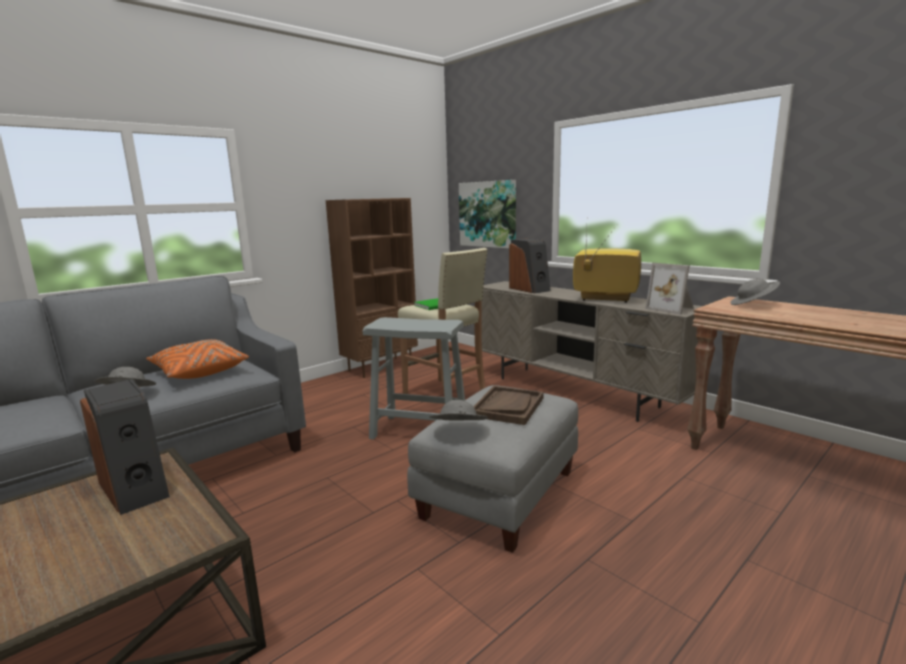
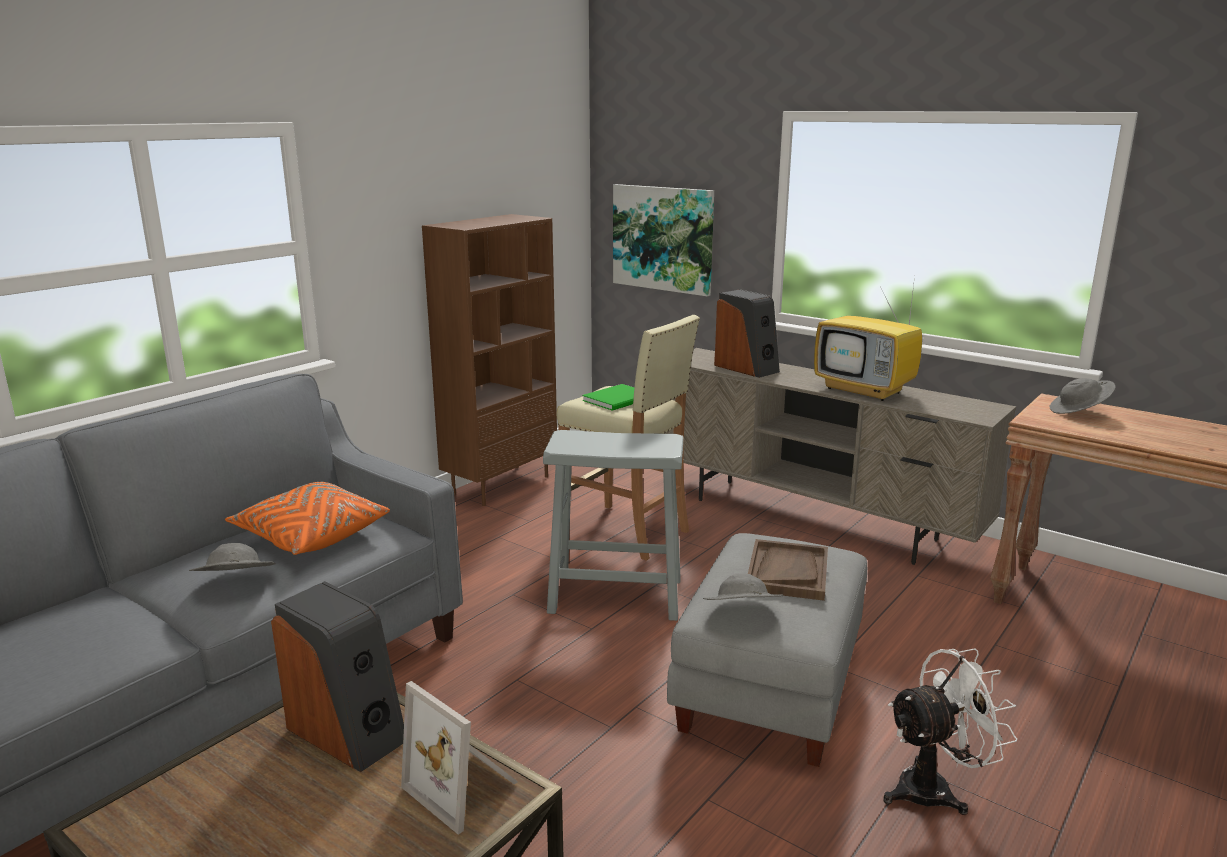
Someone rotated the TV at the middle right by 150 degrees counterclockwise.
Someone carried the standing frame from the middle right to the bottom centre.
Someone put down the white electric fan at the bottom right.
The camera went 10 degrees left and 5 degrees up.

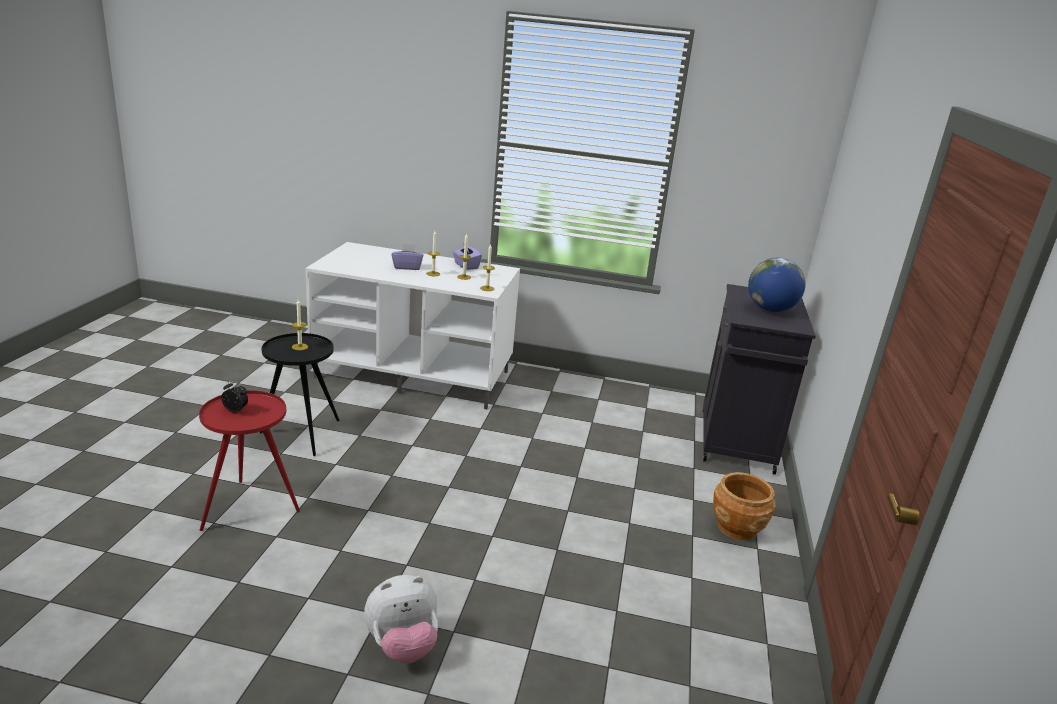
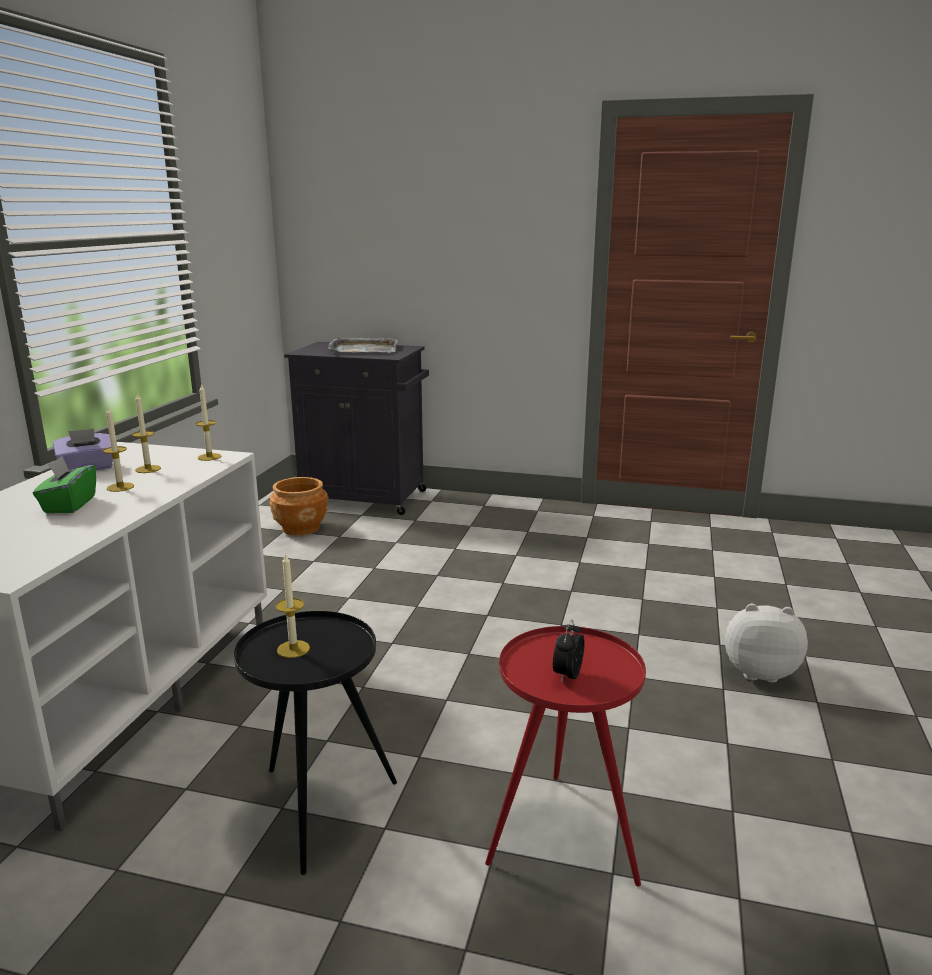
Someone rotated the plush toy at the bottom centre by 60 degrees counterclockwise.
Someone repainted the purple tissue holder (1st from left) at the centre, which became the green-coloured tissue holder at the middle left.
Someone carried the brownish planter from the bottom right to the middle left.
Someone swapped the desk globe at the middle right for the gray serving tray at the centre.
The camera went 85 degrees left and 5 degrees down.

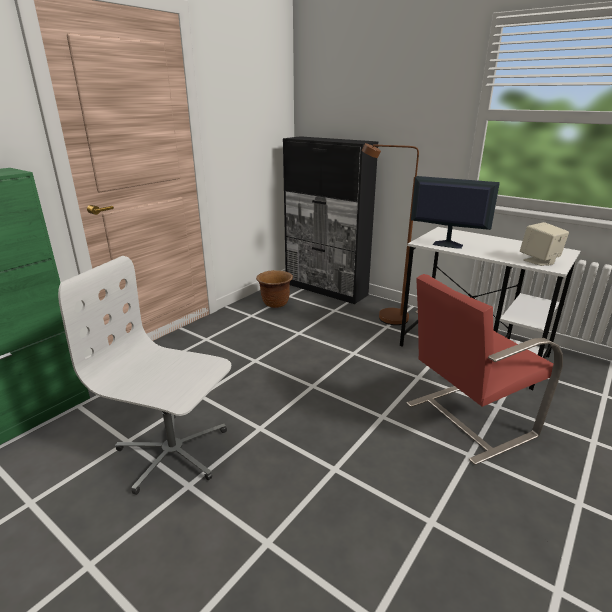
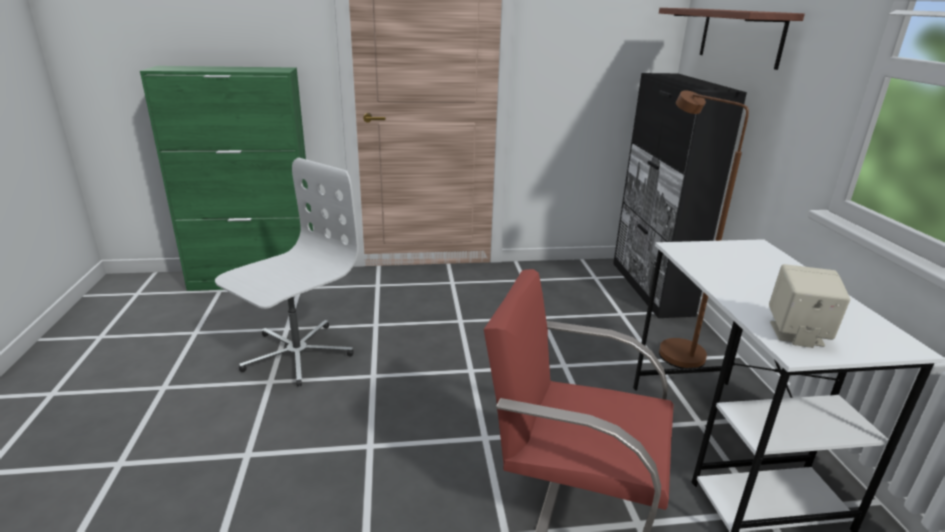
Someone rotated the white computer chair at the middle left by 60 degrees clockwise.
Someone took away the brownish planter at the centre.
Someone took away the monitor at the middle right.
Someone put up the wall shelf at the top right.
The camera went 45 degrees right and 0 degrees up.

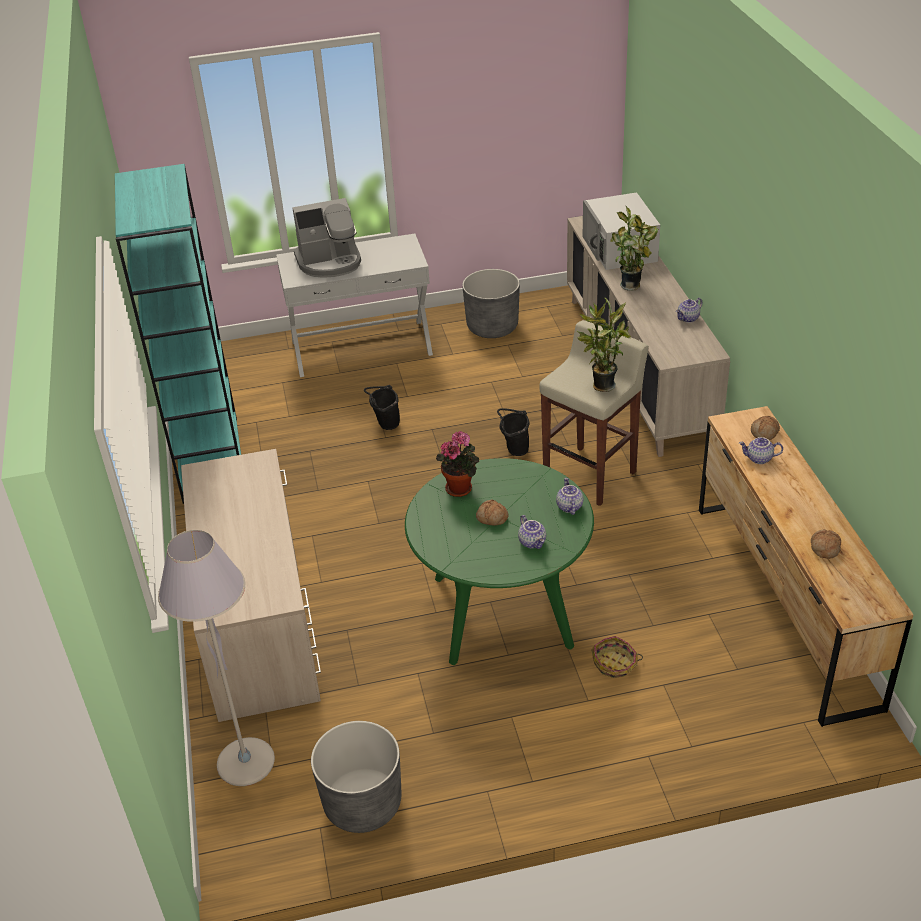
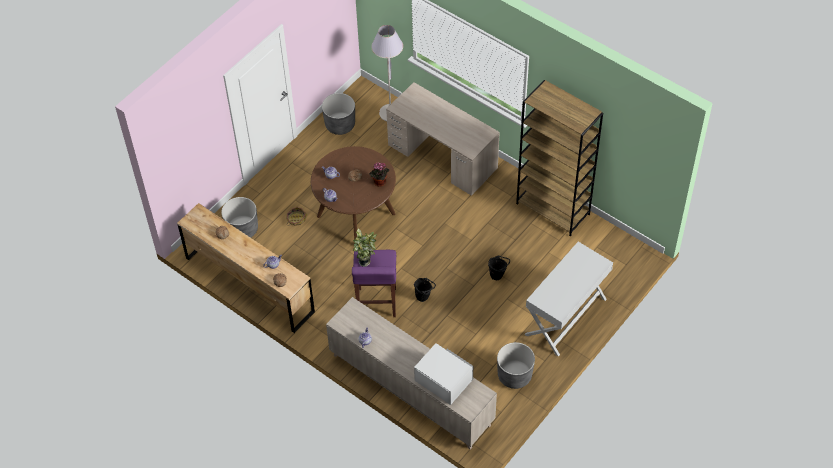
Someone repainted the turquoise bookcase at the middle left, which became the brownish bookcase at the middle right.
Someone took away the coffee maker at the top centre.
Someone repainted the green-coloured dinner table at the centre, which became the brownish dinner table at the centre.
Someone repainted the sand-coloured stool at the centre, which became the purple stool at the centre.
Someone took away the plant in a pot (3rd from left) at the top right.
Someone put down the gray planter (1st from left) at the middle left.
The camera went 140 degrees right and 15 degrees up.

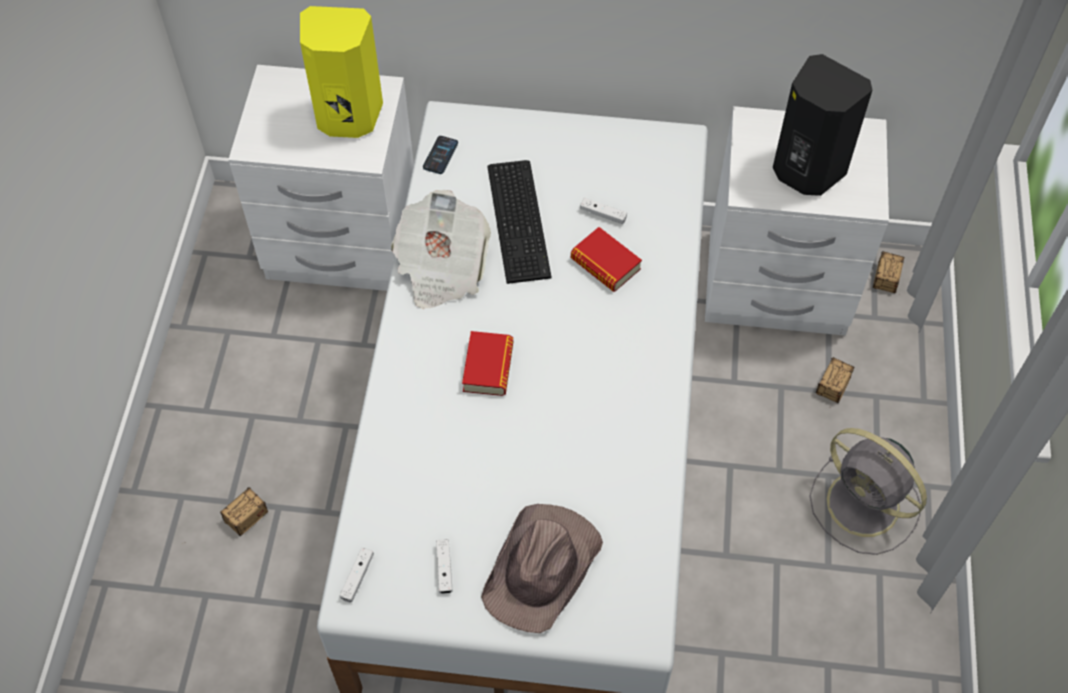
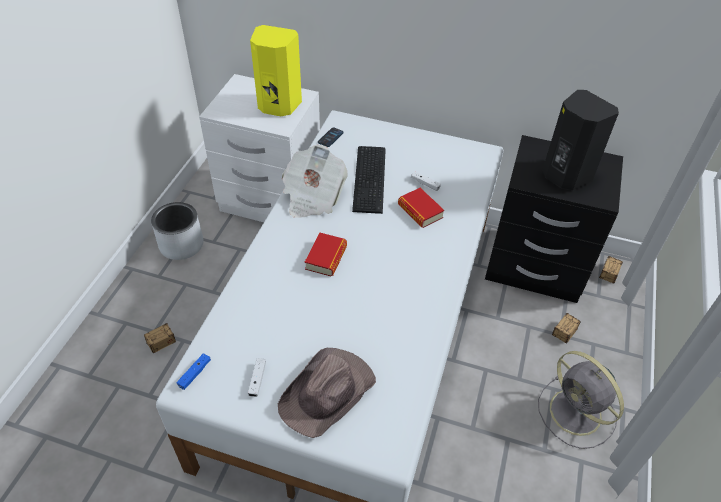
Someone repainted the white gamepad (1st from left) at the bottom centre, which became the bluish gamepad at the bottom left.
Someone repainted the white nightstand (2nd from left) at the top right, which became the black nightstand at the middle right.
Someone put down the gray planter at the middle left.
The camera went 10 degrees right and 10 degrees down.

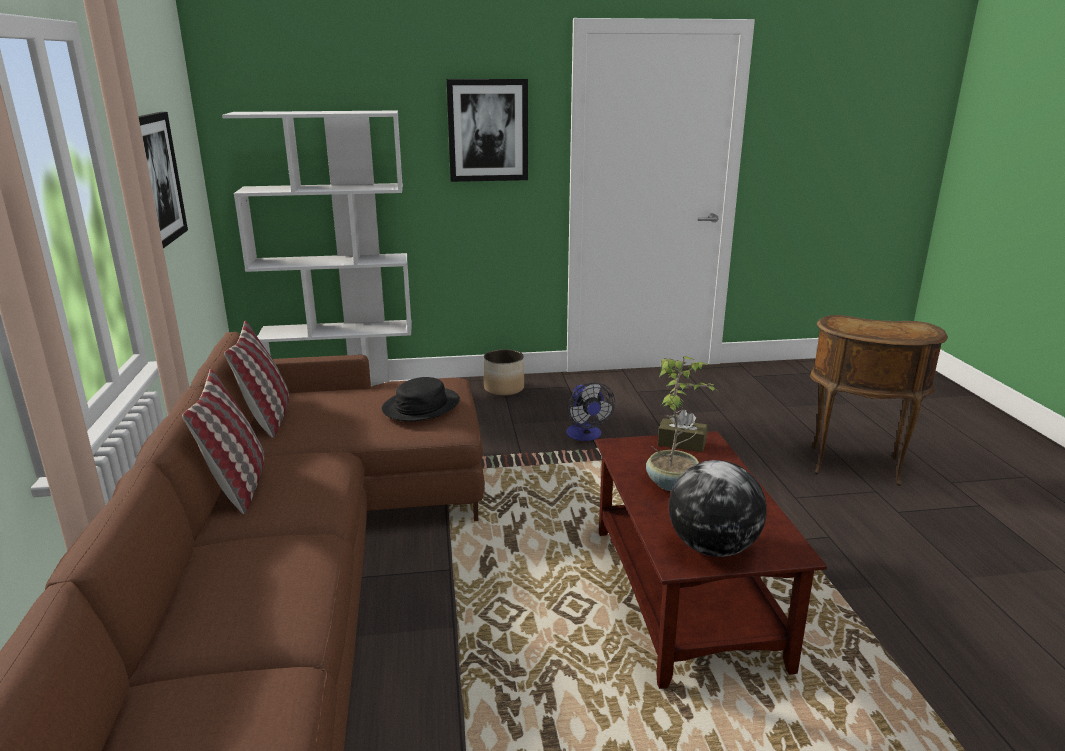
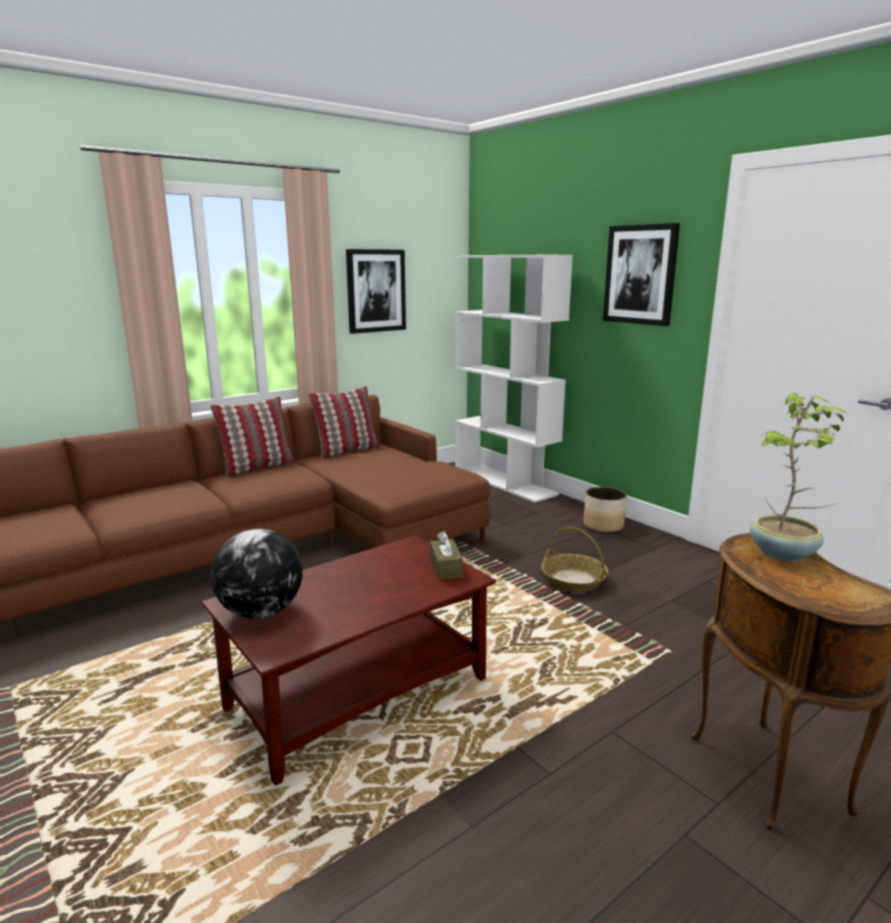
Someone took away the black hat at the centre.
Someone swapped the electric fan at the centre for the household basket at the centre.
Someone carried the plant in a pot from the centre to the middle right.
The camera went 60 degrees right and 5 degrees down.

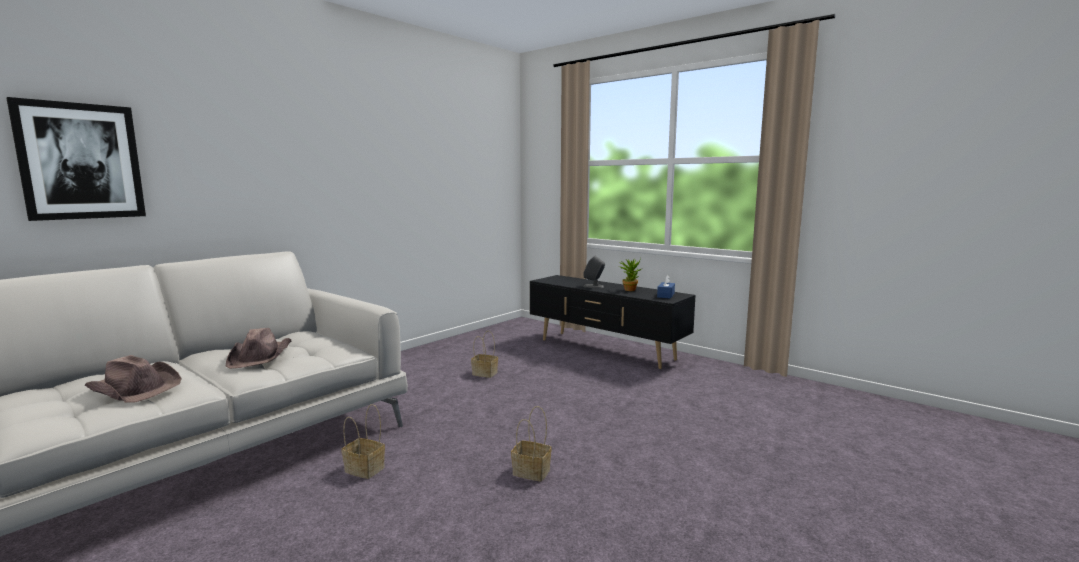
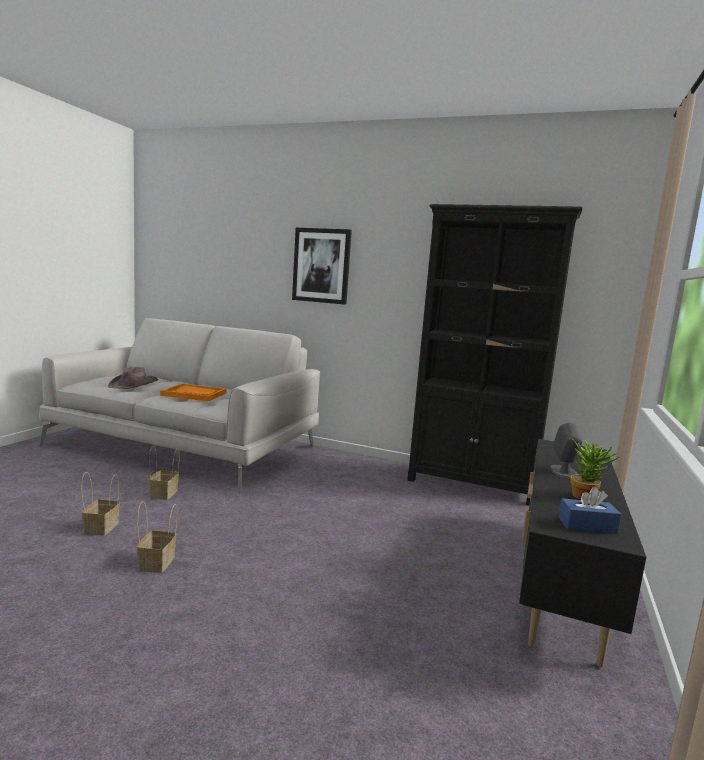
Someone carried the wall picture from the top left to the centre.
Someone swapped the brownish hat (2nd from left) at the middle left for the orange serving tray at the middle left.
Someone carried the household basket (2nd from left in the first image) from the centre to the middle left.
Someone put down the black bookcase at the middle right.
The camera went 70 degrees right and 0 degrees up.

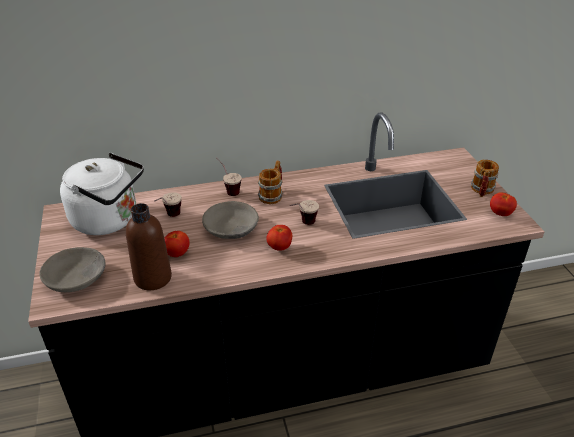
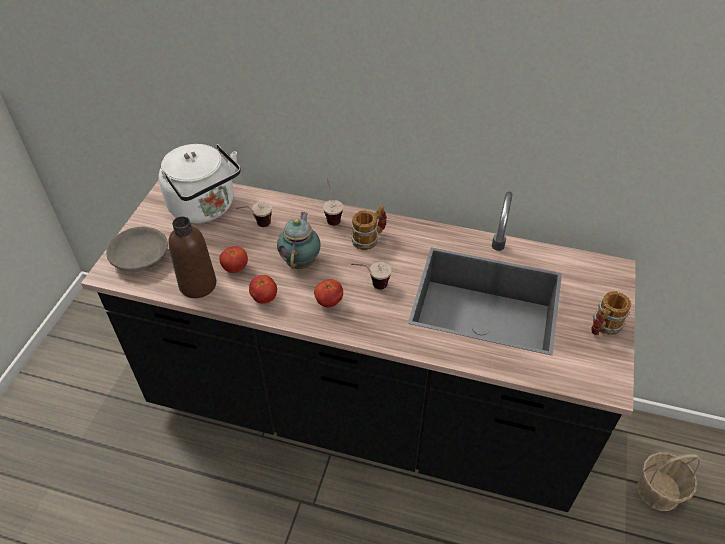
Someone swapped the gray deep dish (2nd from left) at the centre for the tea pot at the centre.
Someone carried the whole tomato (3rd from left in the first image) from the middle right to the centre.
Someone put down the household basket at the bottom right.
The camera went 30 degrees right and 10 degrees up.

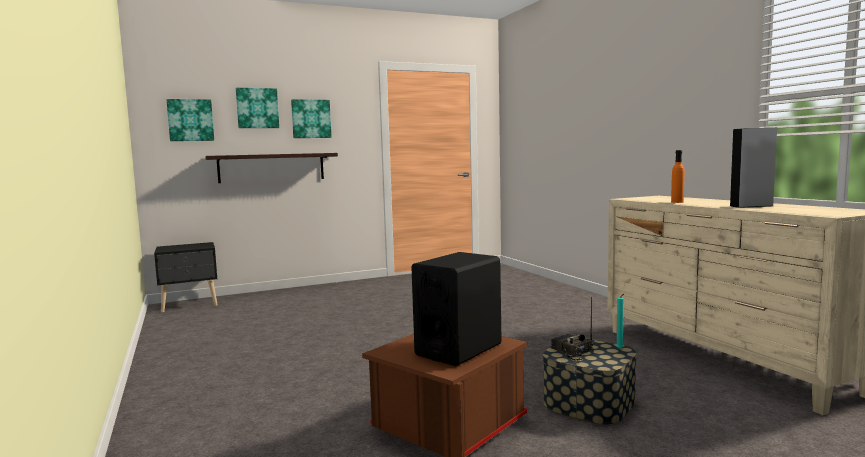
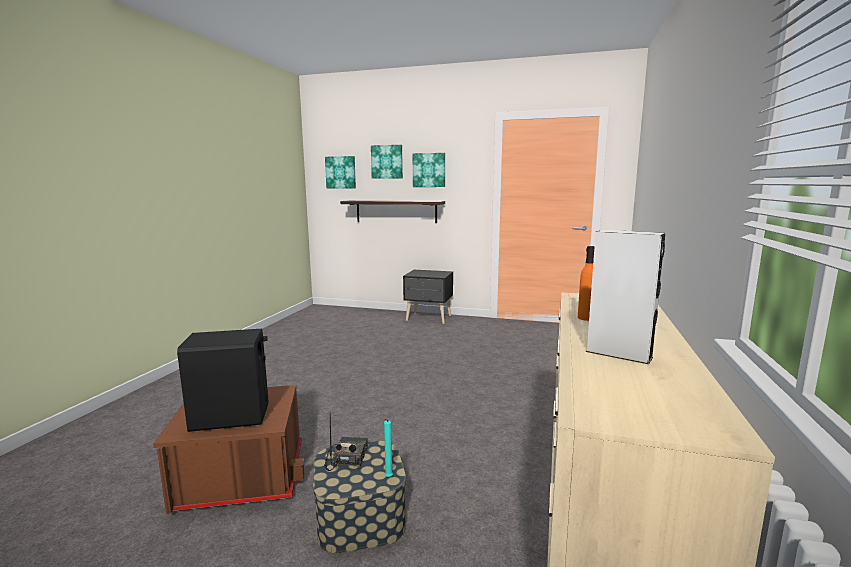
Someone carried the black nightstand from the middle left to the centre.
The camera went 40 degrees right and 5 degrees up.

